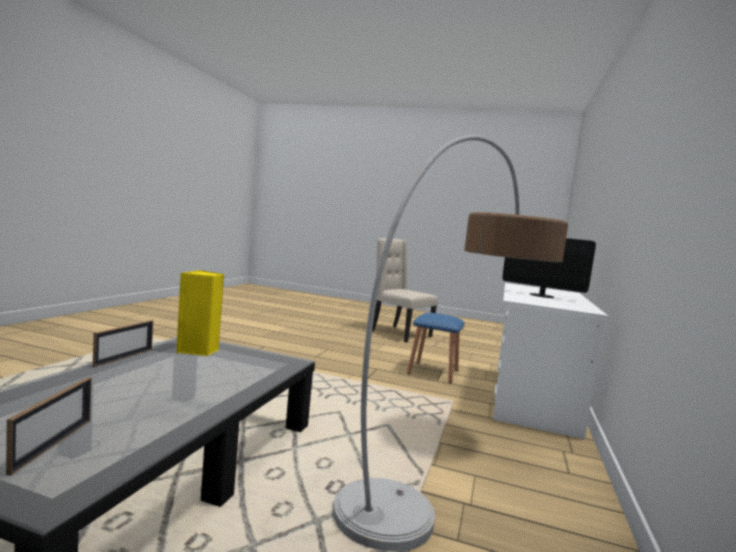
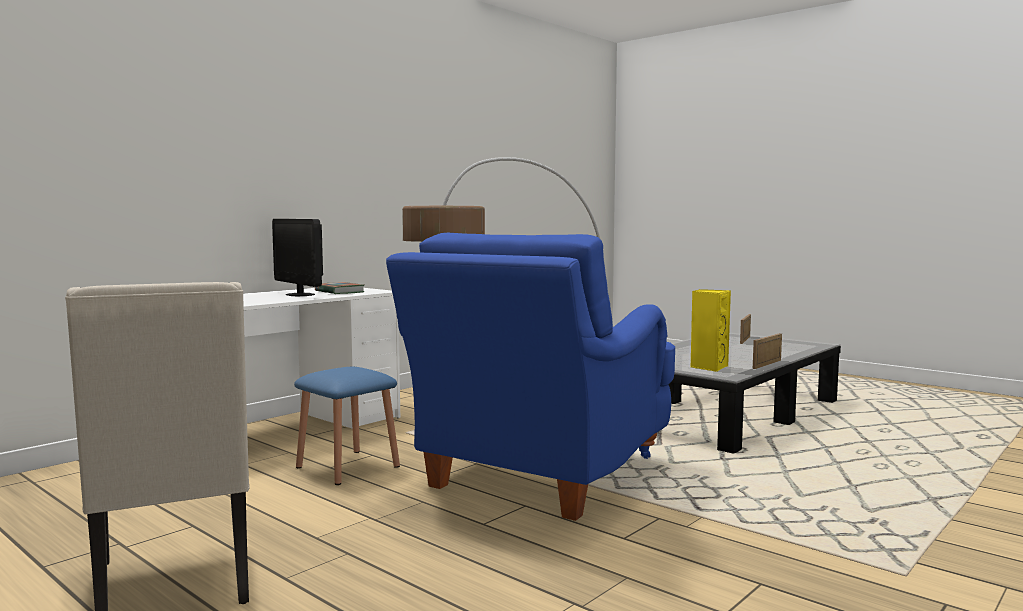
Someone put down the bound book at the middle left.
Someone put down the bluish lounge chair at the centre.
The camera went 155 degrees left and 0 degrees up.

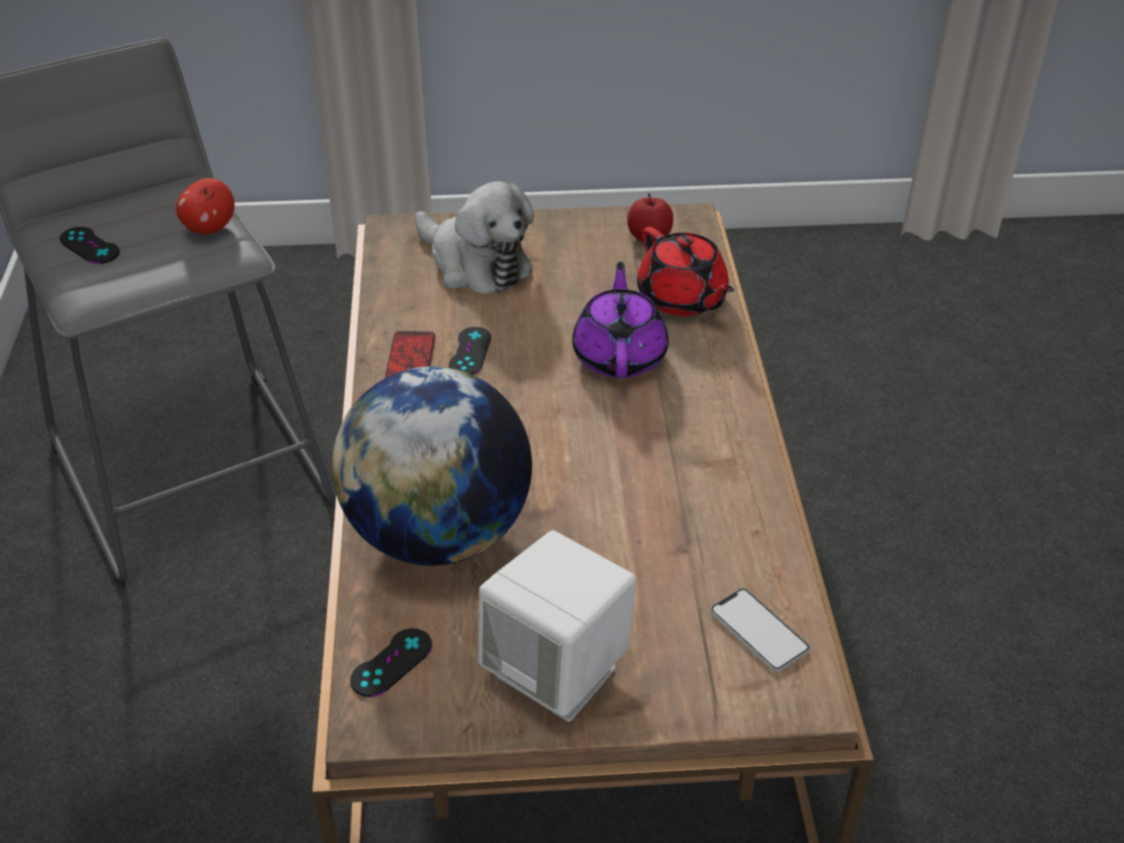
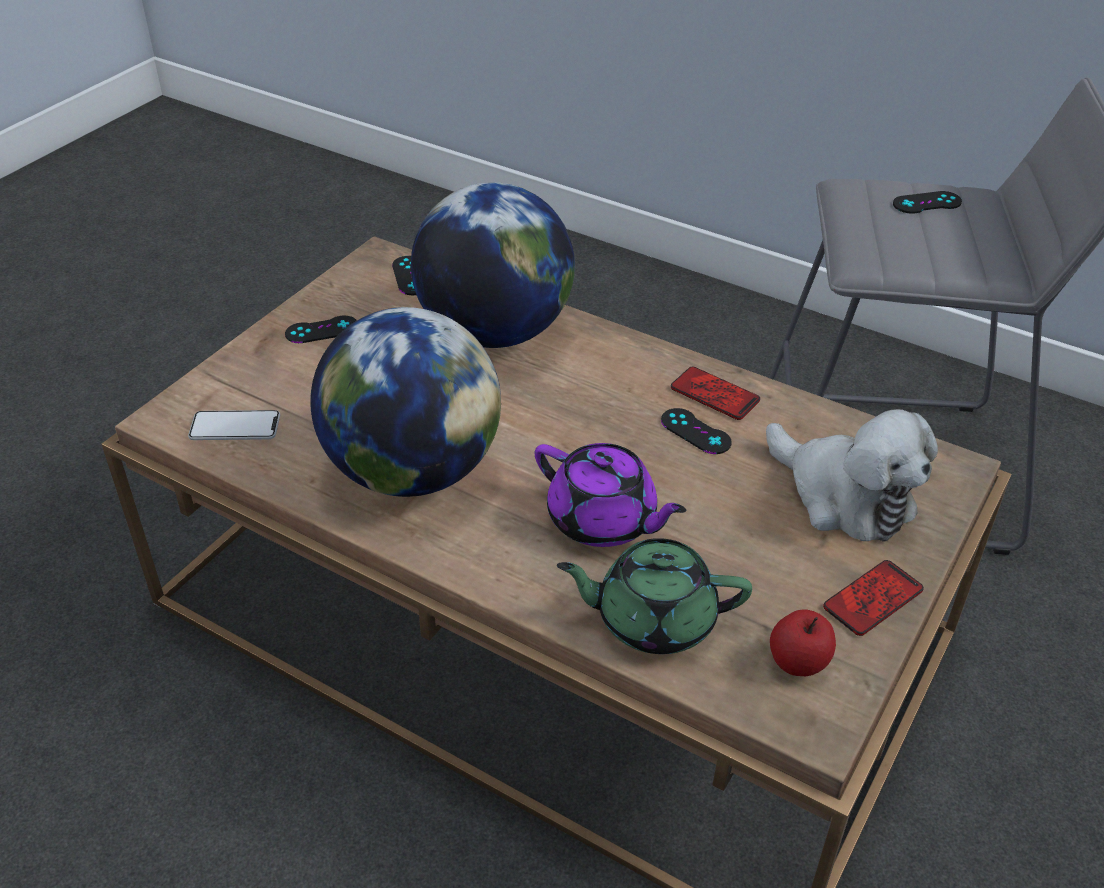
Someone took away the apple (1st from left) at the top left.
Someone rotated the plush toy at the top centre by 120 degrees counterclockwise.
Someone swapped the white speaker at the bottom centre for the black gamepad (1st from left) at the middle left.
Someone repainted the red tea pot at the top centre, which became the green-coloured tea pot at the bottom centre.
Someone put down the desk globe (1st from left) at the centre.
Someone put down the handset (3rd from left) at the bottom right.
The camera went 125 degrees right and 0 degrees up.

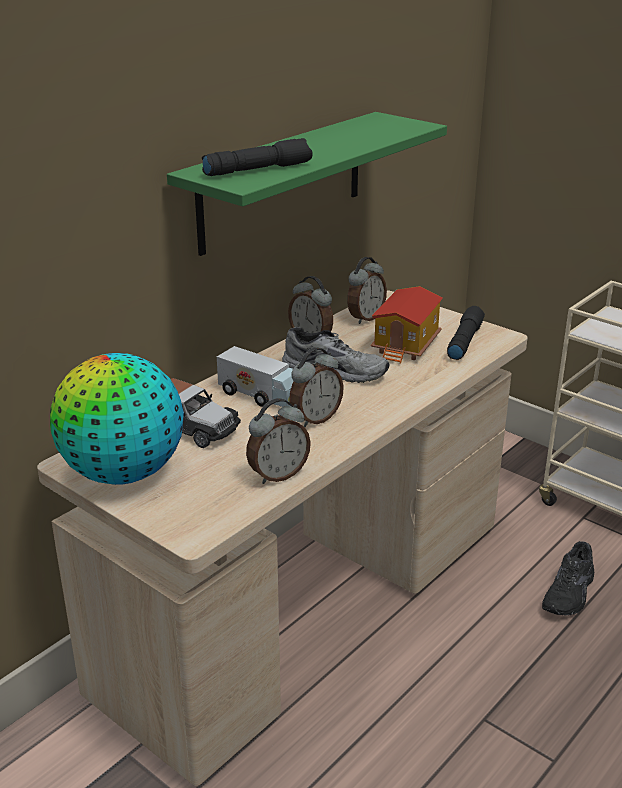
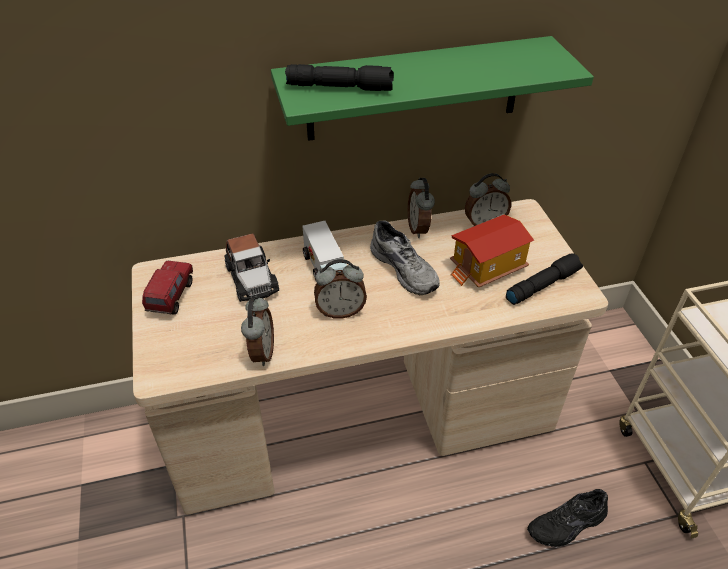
Someone swapped the desk globe at the middle left for the toy truck (1st from left) at the middle left.
Someone rotated the bedside clock (1st from left) at the centre by 90 degrees counterclockwise.
The camera went 35 degrees right and 15 degrees up.

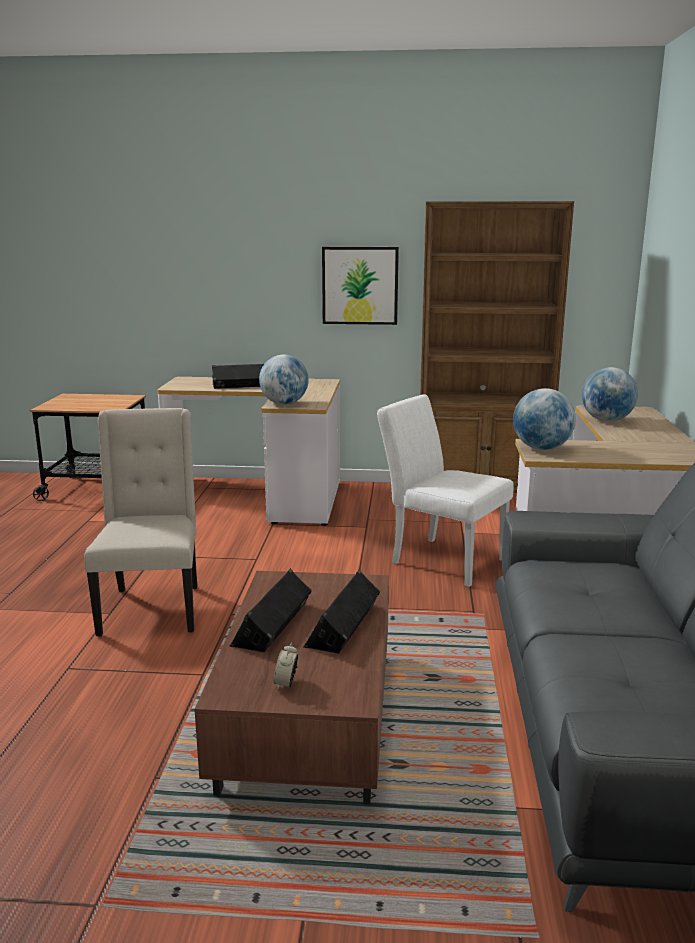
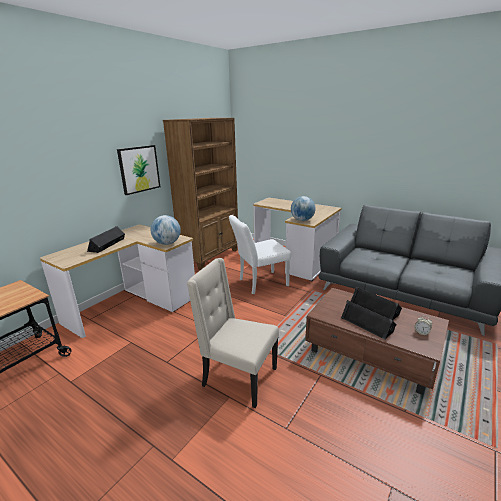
Someone took away the desk globe (3rd from left) at the middle right.
The camera went 60 degrees left and 5 degrees up.

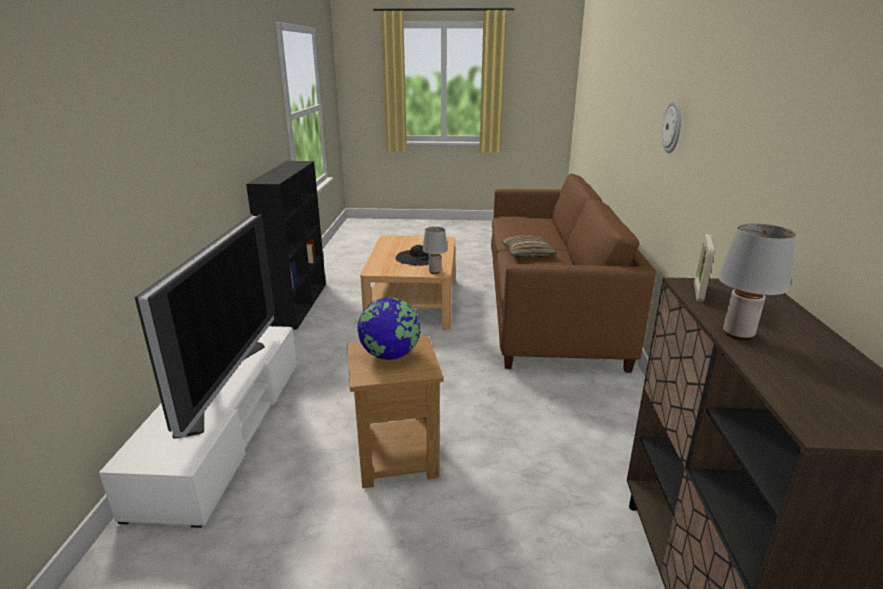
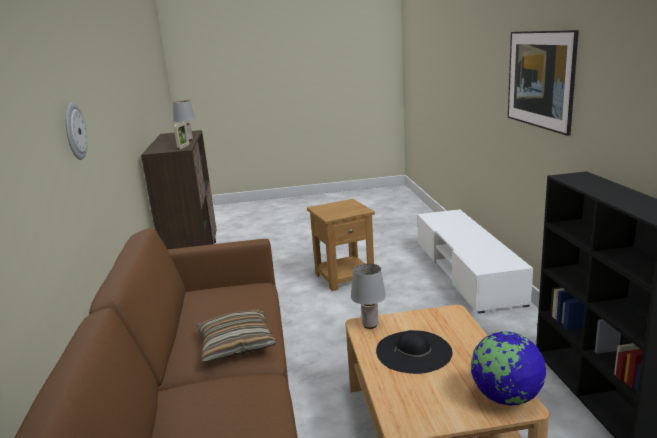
Someone took away the TV at the middle left.
Someone carried the desk globe from the centre to the bottom right.
Someone put up the wall picture at the top right.
The camera went 170 degrees right and 5 degrees down.

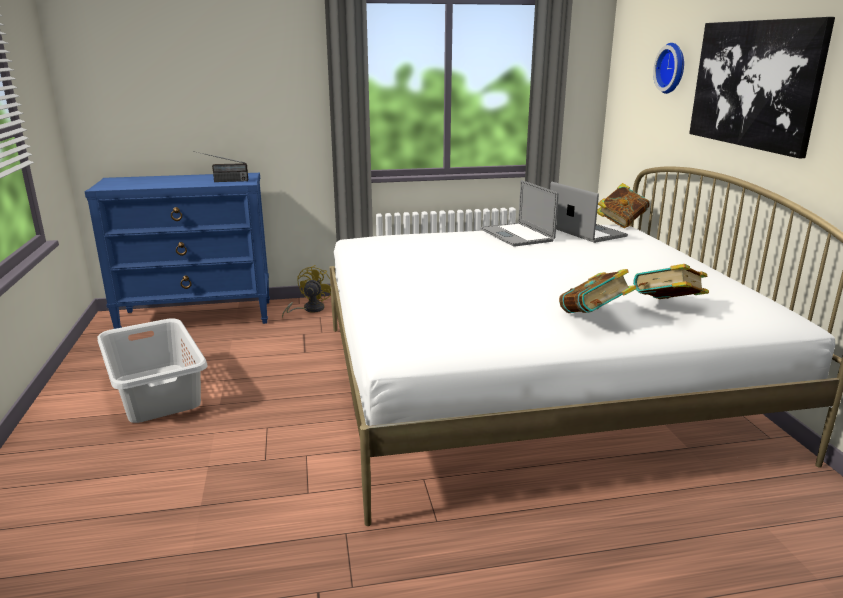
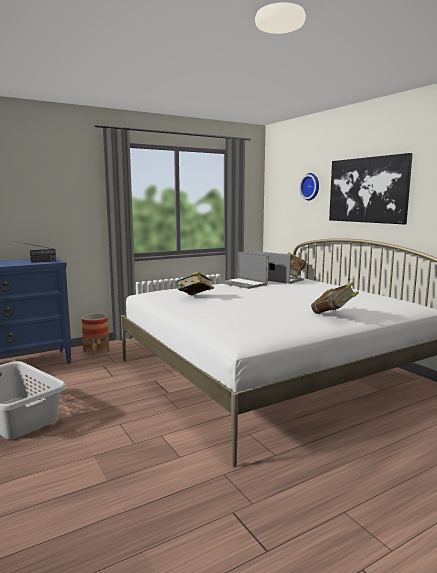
Someone swapped the yellow electric fan at the centre for the planter at the middle left.
Someone carried the bound book (3rd from left in the first image) from the middle right to the centre.
The camera went 20 degrees left and 10 degrees down.

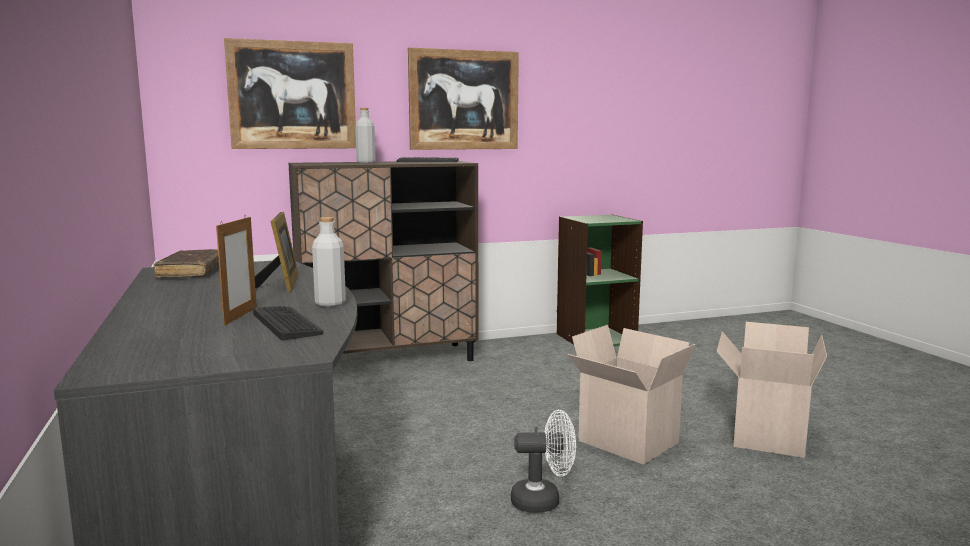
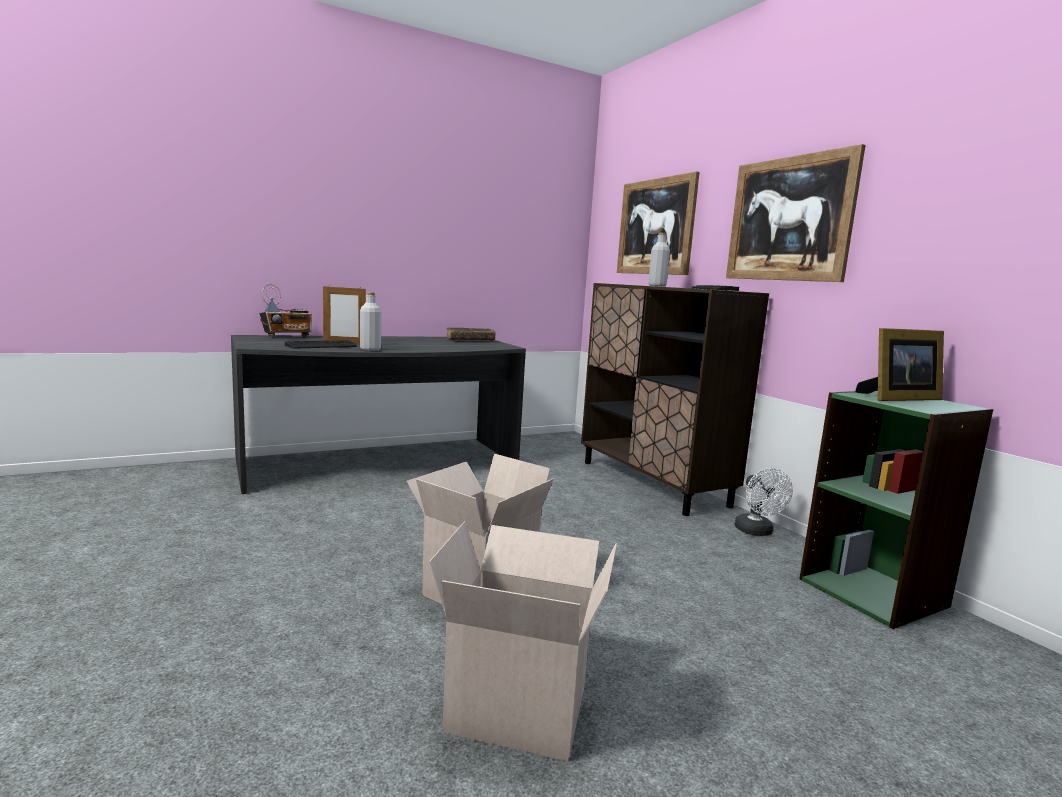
Someone carried the standing frame (2nd from left) from the middle left to the middle right.
Someone carried the white electric fan from the bottom centre to the middle right.
Someone put down the radio receiver at the middle left.
The camera went 80 degrees right and 0 degrees up.

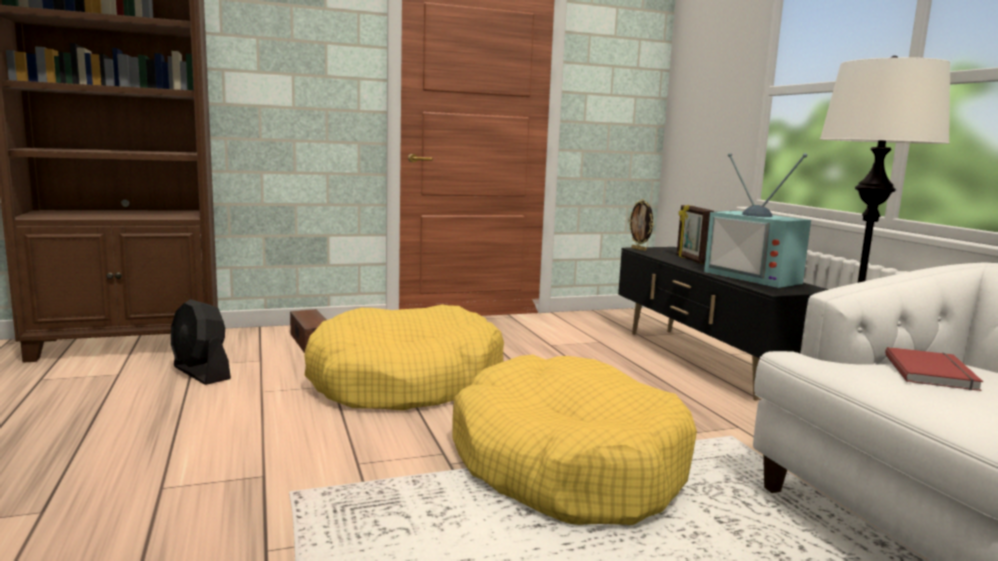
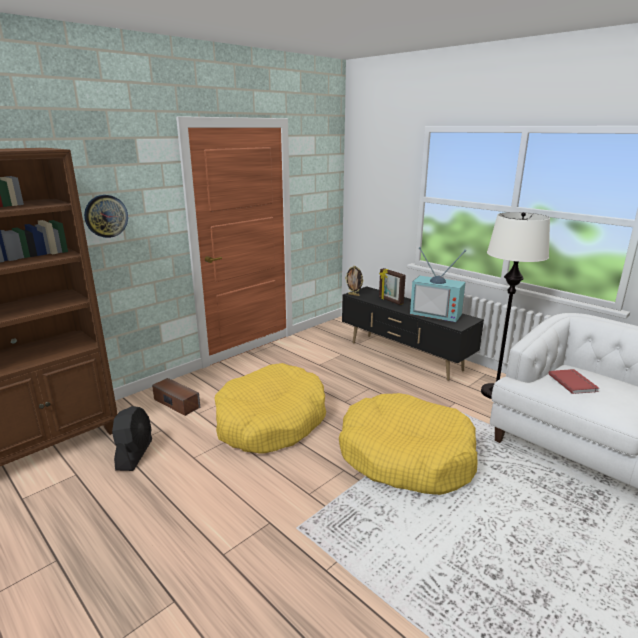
Someone rotated the black electric fan at the middle left by 105 degrees counterclockwise.
Someone put up the hanging clock at the middle left.
The camera went 25 degrees left and 10 degrees up.

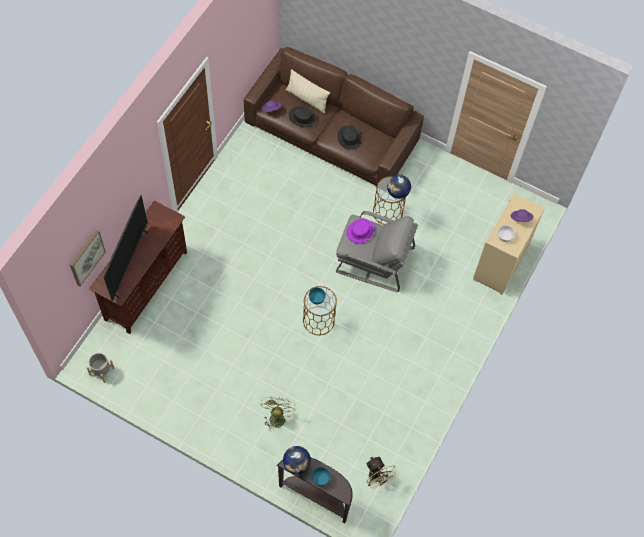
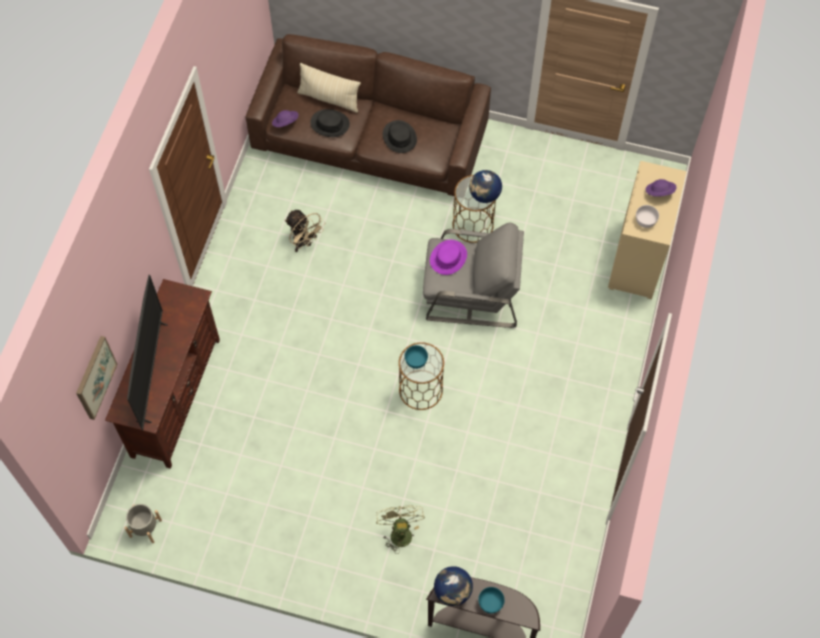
Someone carried the sand-coloured electric fan from the bottom centre to the centre.
The camera went 10 degrees left and 0 degrees up.

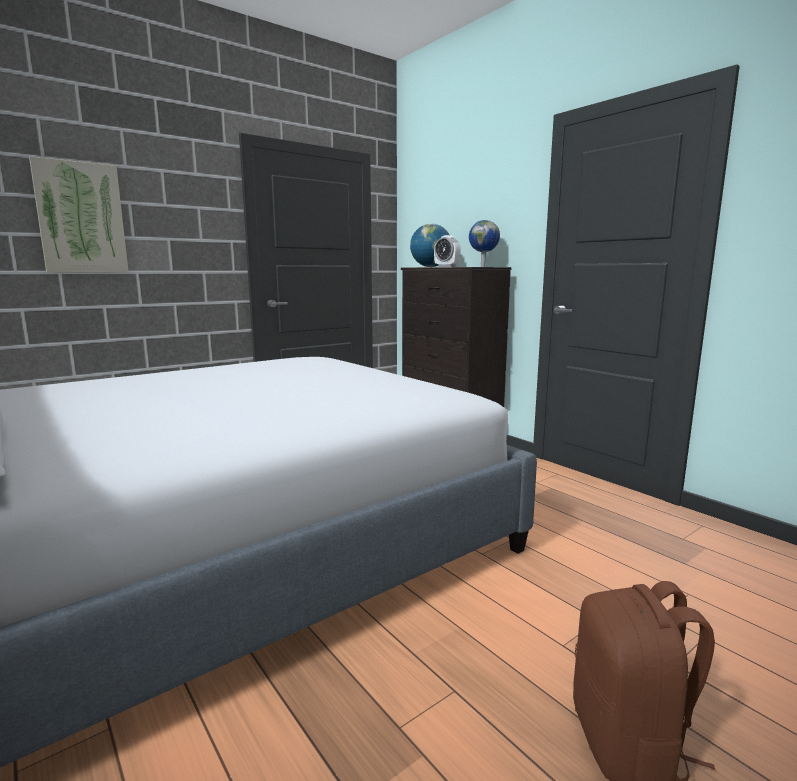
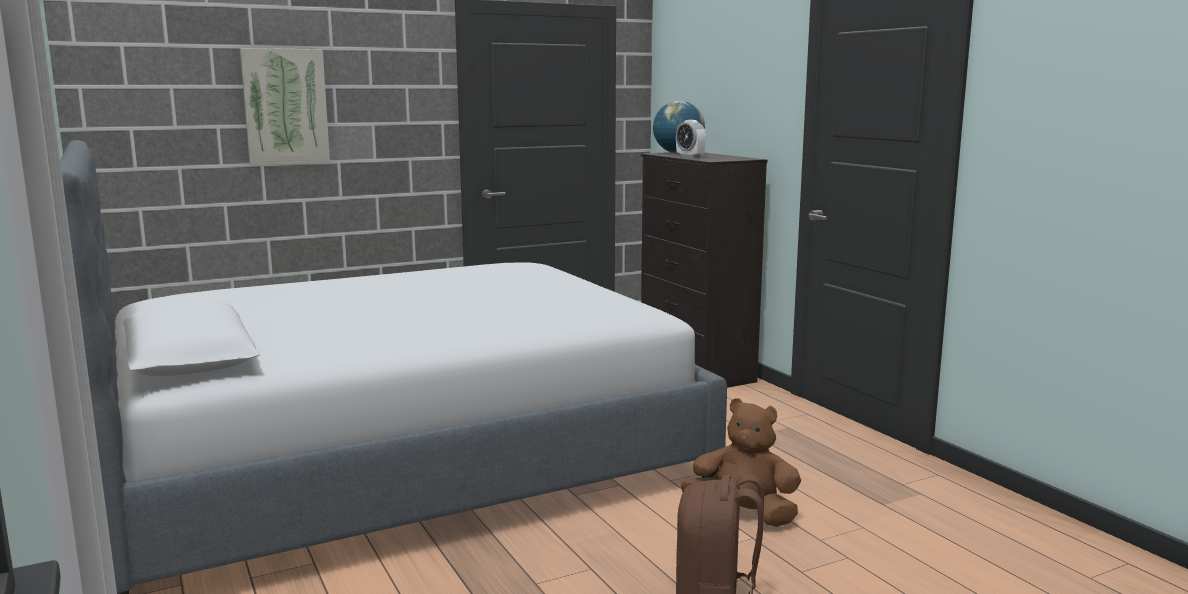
Someone took away the desk globe (2nd from left) at the top centre.
Someone put down the brownish plush toy at the bottom centre.
The camera went 10 degrees right and 0 degrees up.

